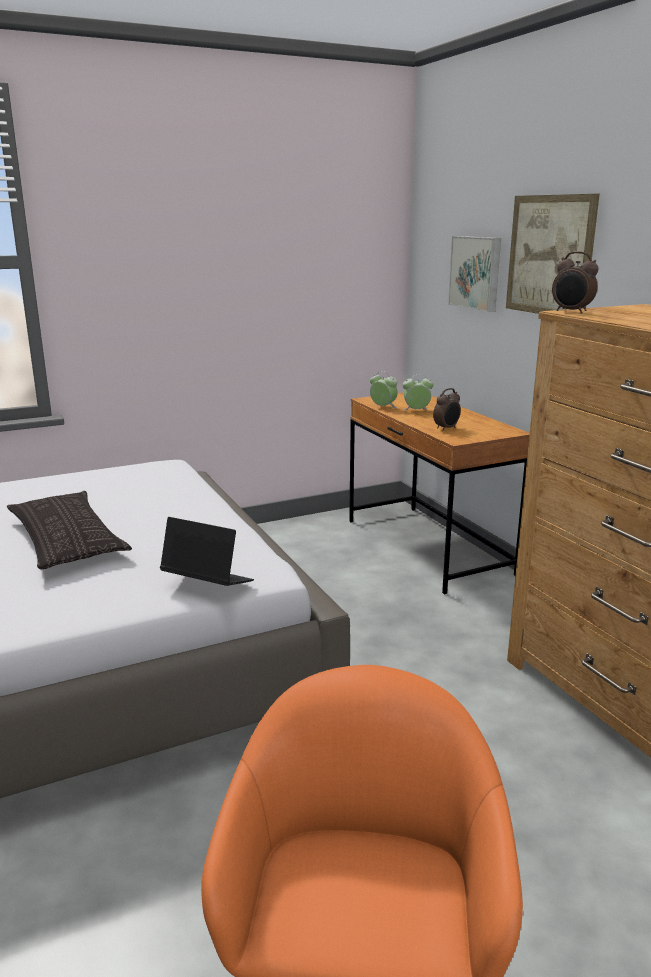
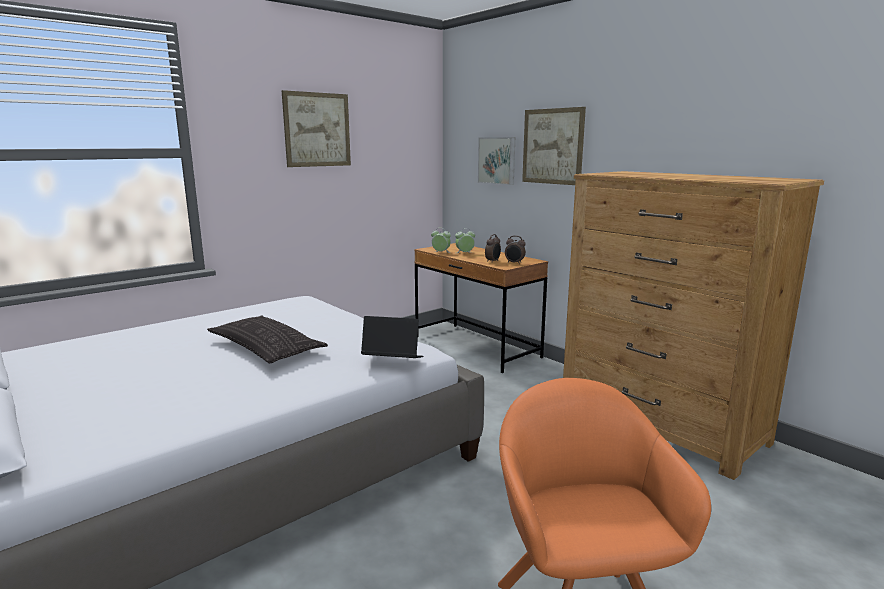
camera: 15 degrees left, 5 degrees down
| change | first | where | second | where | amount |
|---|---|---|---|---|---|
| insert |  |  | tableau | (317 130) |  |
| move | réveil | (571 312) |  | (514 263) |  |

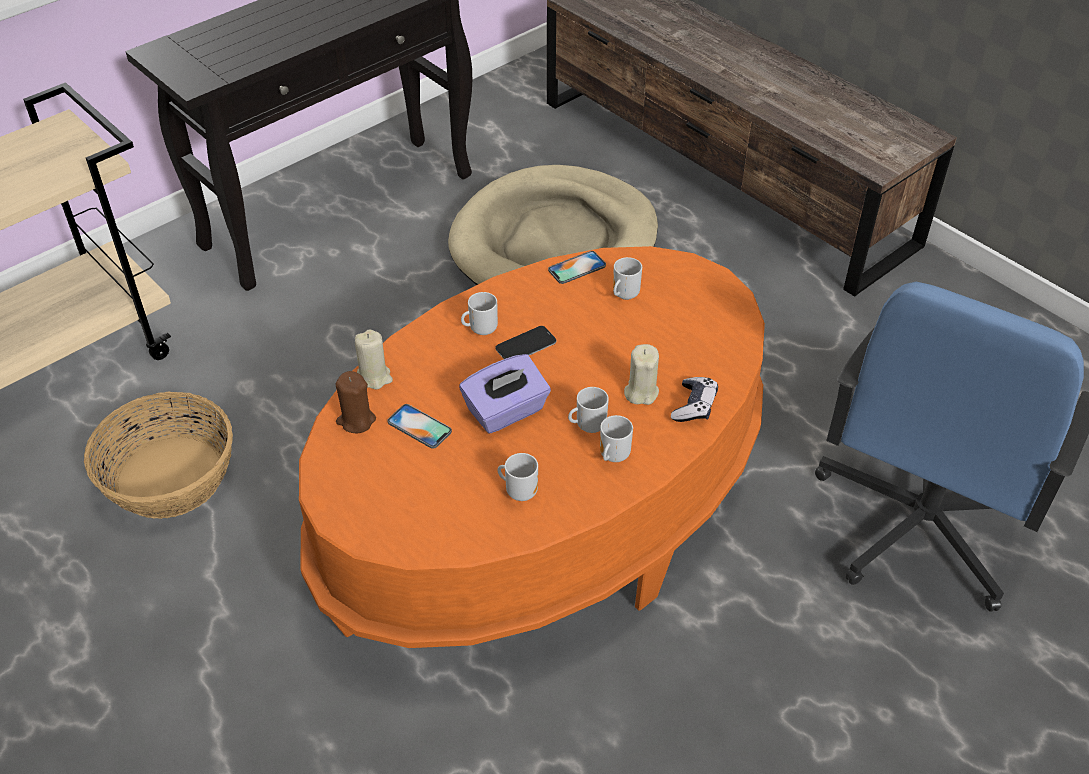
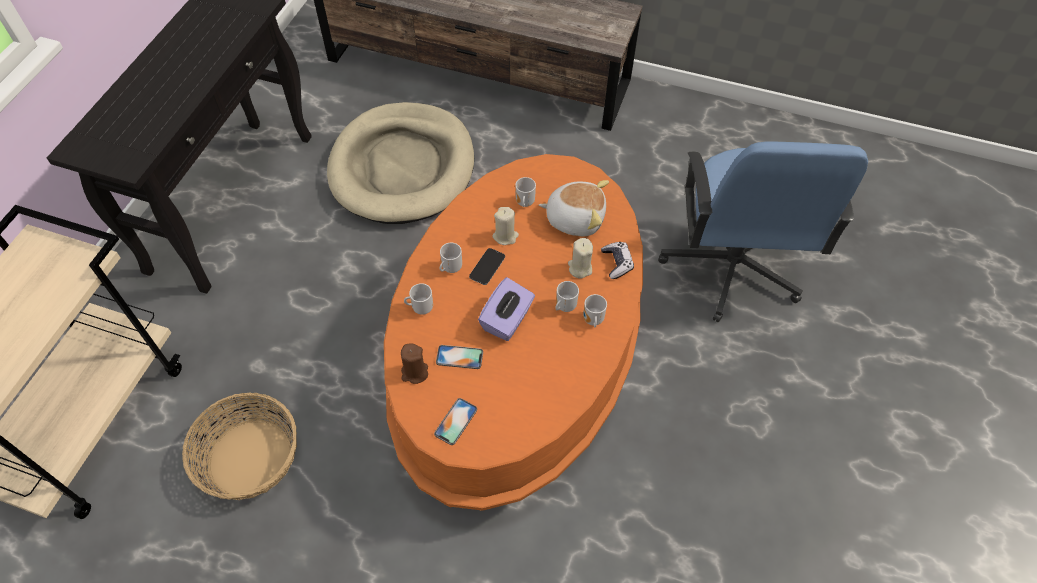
camera: 30 degrees left, 10 degrees up
| change | first | where | second | where | amount |
|---|---|---|---|---|---|
| move | mug | (520 491) |  | (421 307) |  |
| move | téléphone | (577 268) |  | (456 421) |  |
| move | bougie [beige] | (374 377) |  | (505 236) |  |
| insert |  |  | peluche | (575 218) |  |

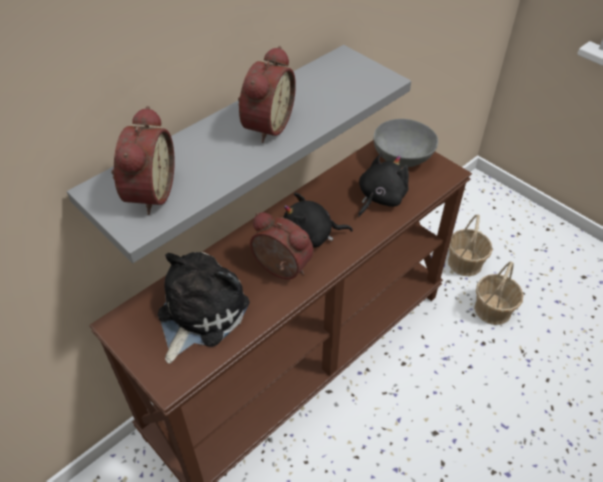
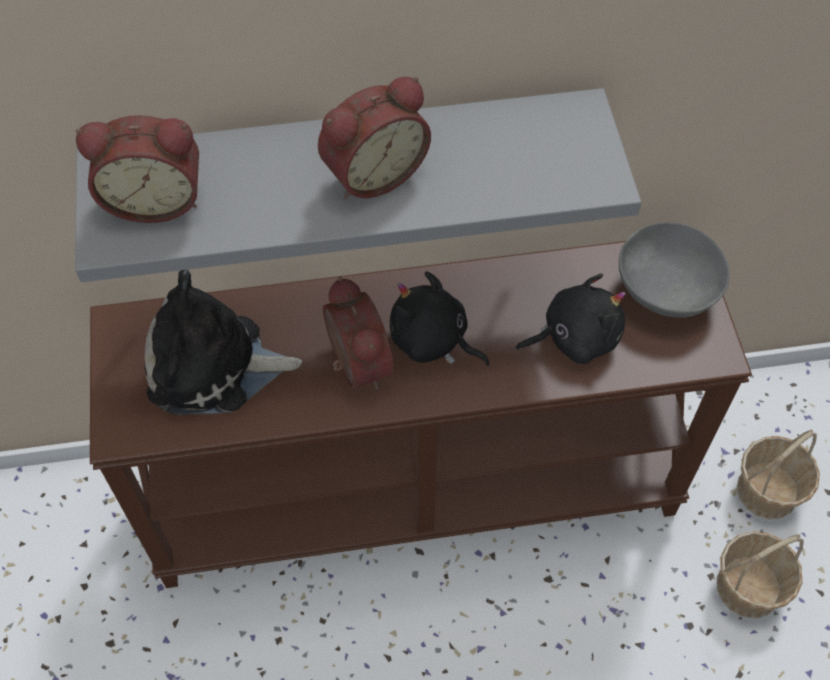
camera: 35 degrees right, 10 degrees up
| change | first | where | second | where | amount |
|---|---|---|---|---|---|
| rotate | réveil | (147 193) |  | (155 198) | 45 degrees clockwise |
| rotate | peluche | (199 314) |  | (214 366) | 150 degrees counterclockwise |

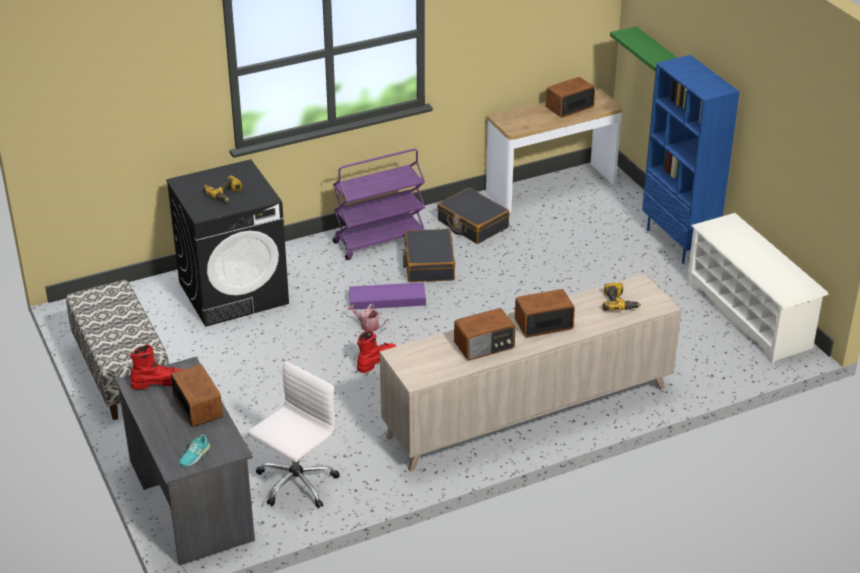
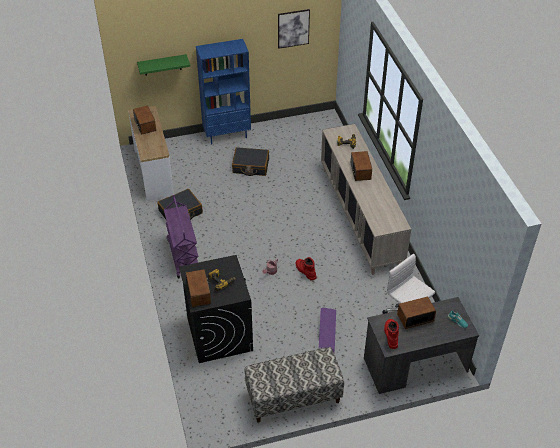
camera: 80 degrees left, 10 degrees up
| change | first | where | second | where | amount |
|---|---|---|---|---|---|
| move | radio | (485 346) |  | (199 293) |  |
| move | valise [noir] | (428 264) |  | (250 166) |  |
| insert |  |  | tableau | (293 28) |  |
| move | boîte de rangement [violet] | (387 300) |  | (327 332) |  |
| delete | étagère à chaussures [blanc] | (749 315) |  |  |  |

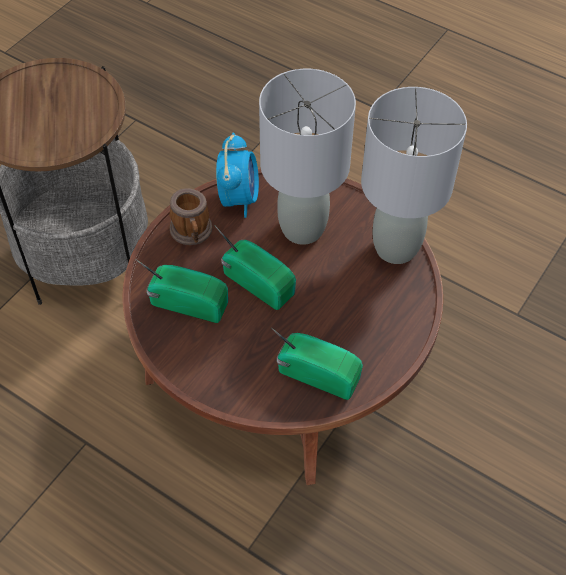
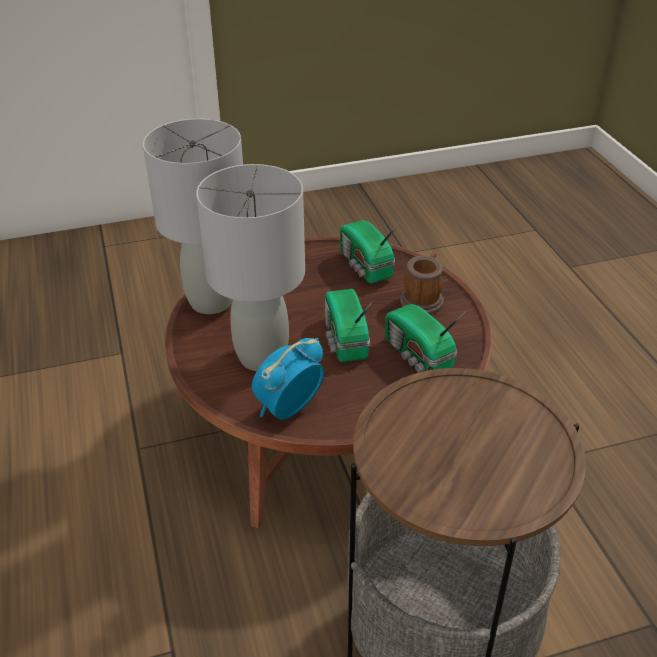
camera: 140 degrees left, 15 degrees down
| change | first | where | second | where | amount |
|---|---|---|---|---|---|
| move | mug | (192 233) |  | (423 299) |  |

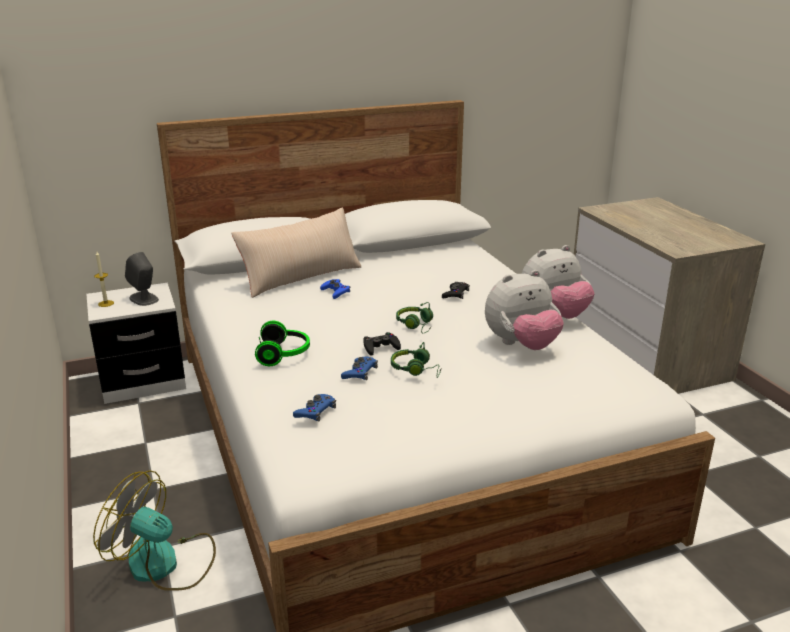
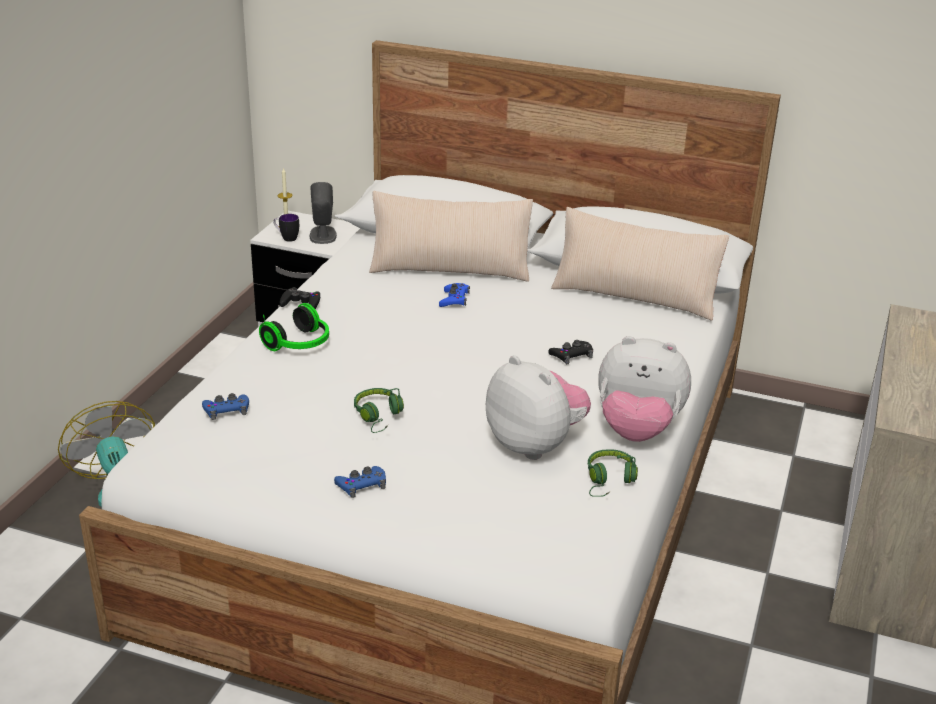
camera: 40 degrees right, 5 degrees up
| change | first | where | second | where | amount |
|---|---|---|---|---|---|
| insert |  |  | mug | (286 238) |  |
| move | manette [noir] | (380 347) |  | (301 304) |  |
| move | manette [bleu] | (360 373) |  | (361 485) |  |
| rotate | peluche | (521 345) |  | (535 445) | 150 degrees counterclockwise |
| insert |  |  | coussin [beige] | (634 295) |  |
| move | casque audio [vert] | (416 325) |  | (609 480) |  |

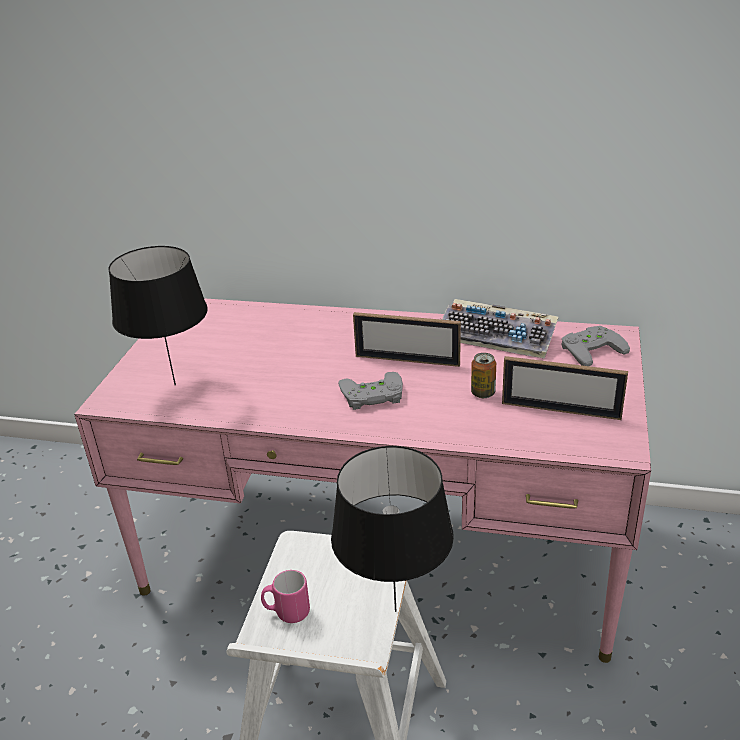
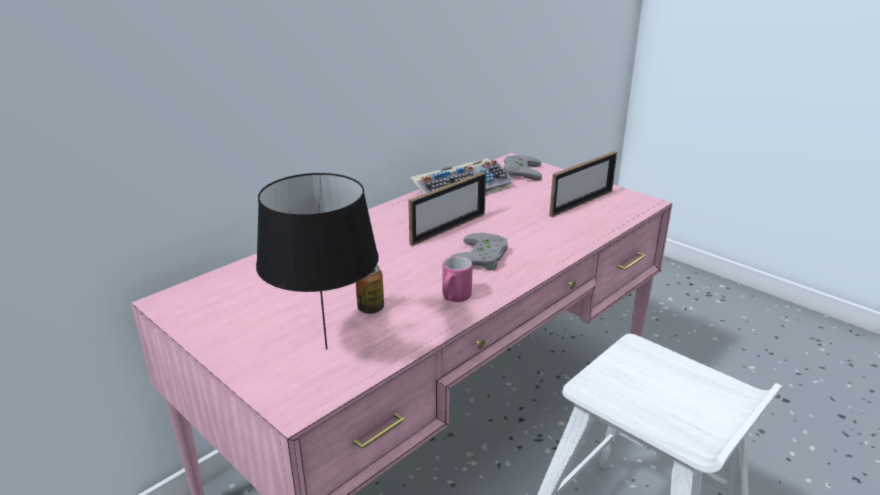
camera: 60 degrees left, 5 degrees down
| change | first | where | second | where | amount |
|---|---|---|---|---|---|
| move | boîte métallique | (483 393) |  | (370 308) |  |
| move | mug [rose] | (287 612) |  | (454 298) |  |
| delete | lampe de table [noir] | (394 610) |  |  |  |

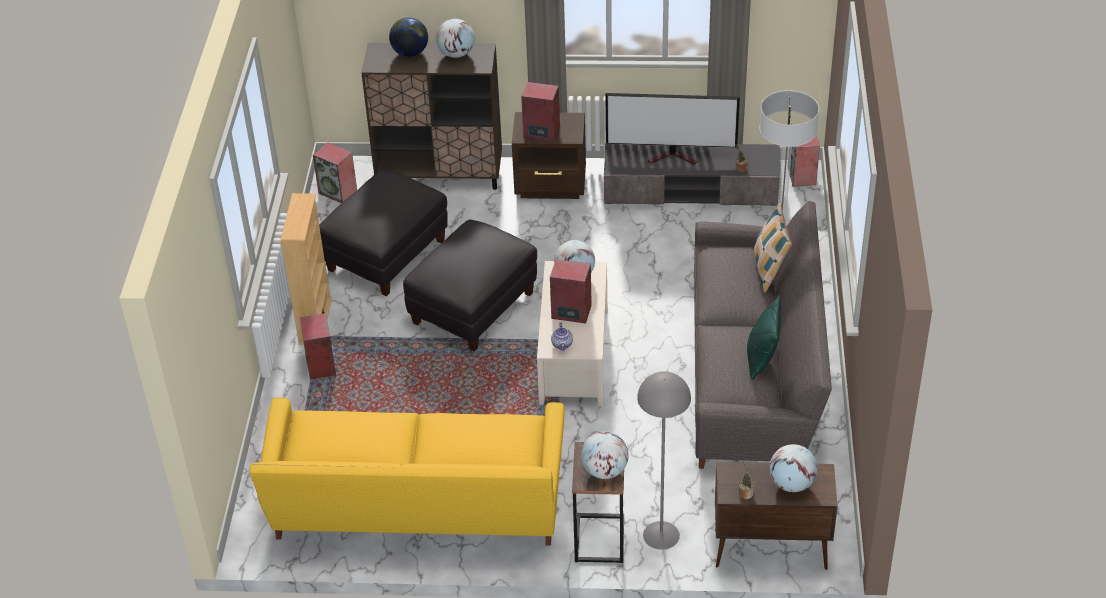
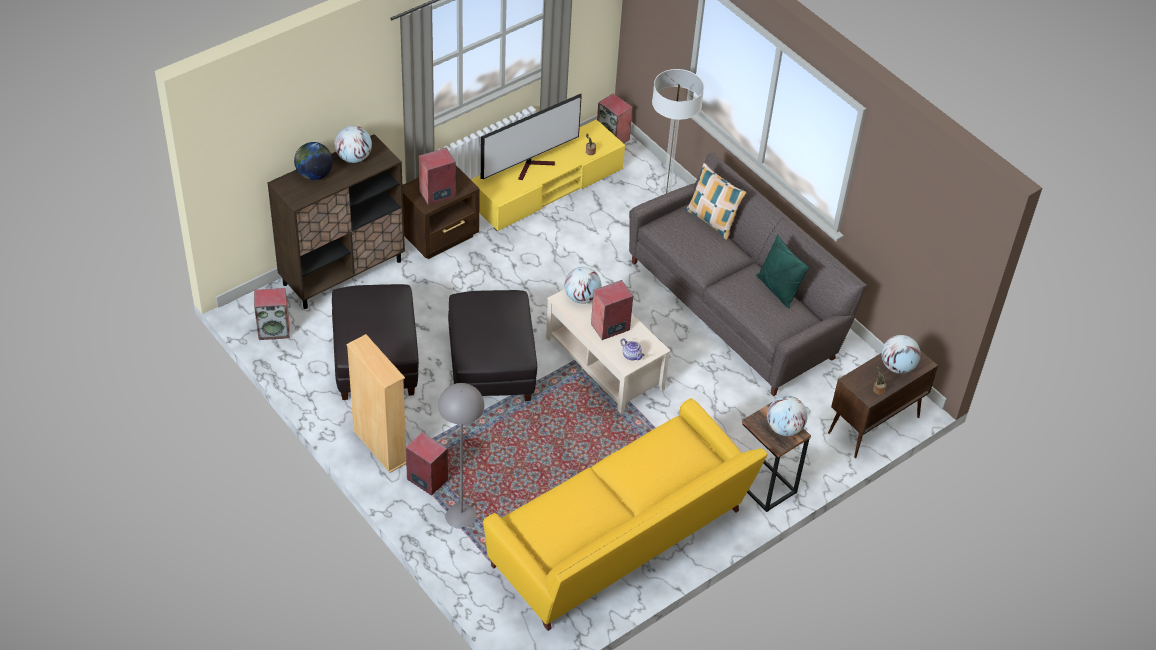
camera: 45 degrees left, 5 degrees up
| change | first | where | second | where | amount |
|---|---|---|---|---|---|
| move | lampadaire [gris] | (660 535) |  | (461 515) |  |
| recolor | meuble télé [gris] | (691 190) | meuble télé [jaune] | (547 187) |  |

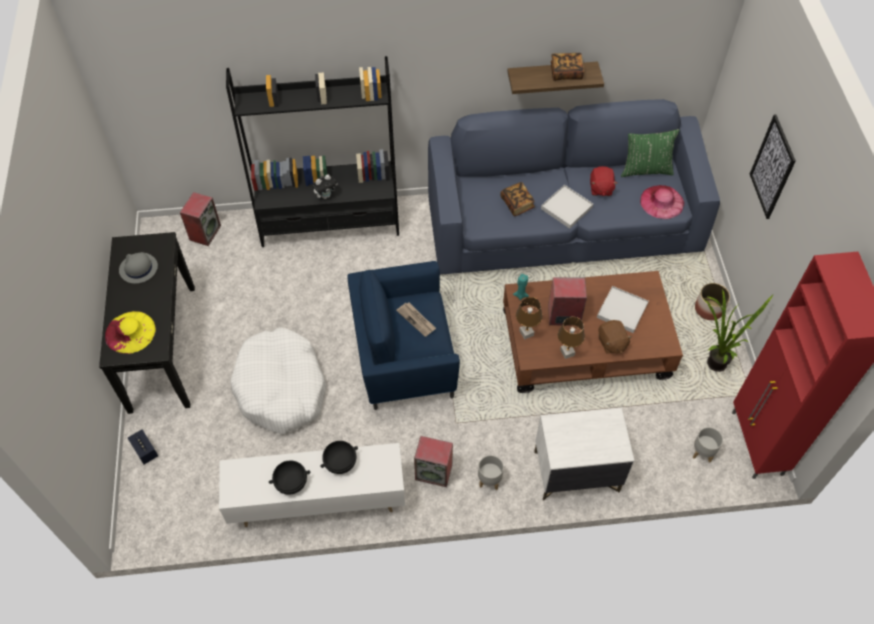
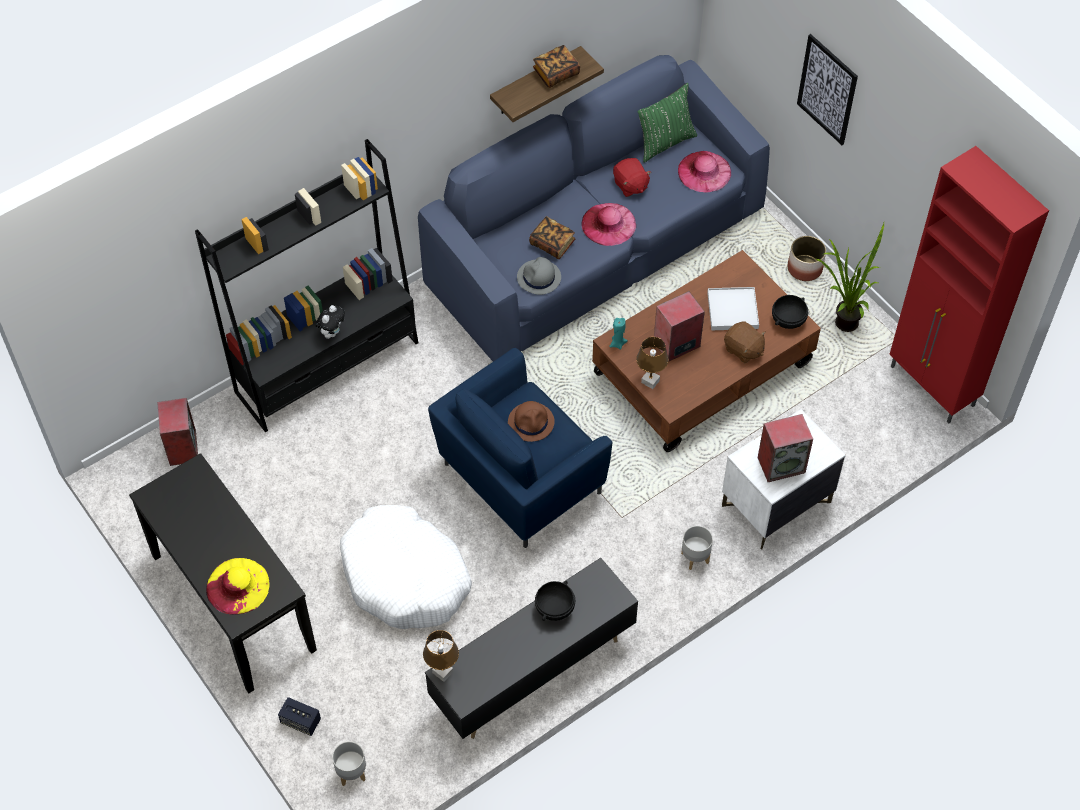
camera: 30 degrees left, 0 degrees up
| change | first | where | second | where | amount |
|---|---|---|---|---|---|
| move | cache-pot [gris] | (703 452) |  | (352 772) |  |
| move | lampe de table [marron] | (567 352) |  | (442 672) |  |
| recolor | meuble télé [blanc] | (317 502) | meuble télé [noir] | (532 673) |  |
| replace | journal | (416 320) | chapeau [marron] | (531 422) |  |
| move | chapeau [gris] | (138 268) |  | (539 278) |  |
| replace | plateau [blanc] | (566 208) | chapeau [rose] | (608 224) |  |
| move | enceinte | (434 472) |  | (781 464) |  |
| move | bol [noir] | (291 483) |  | (788 320) |  |

